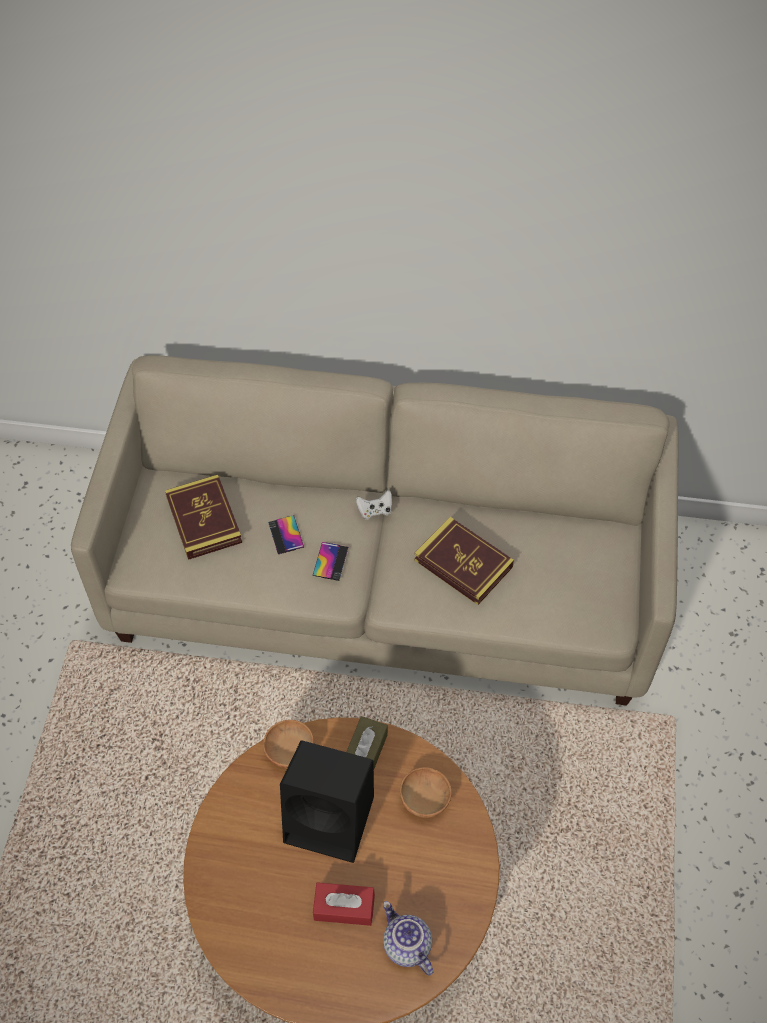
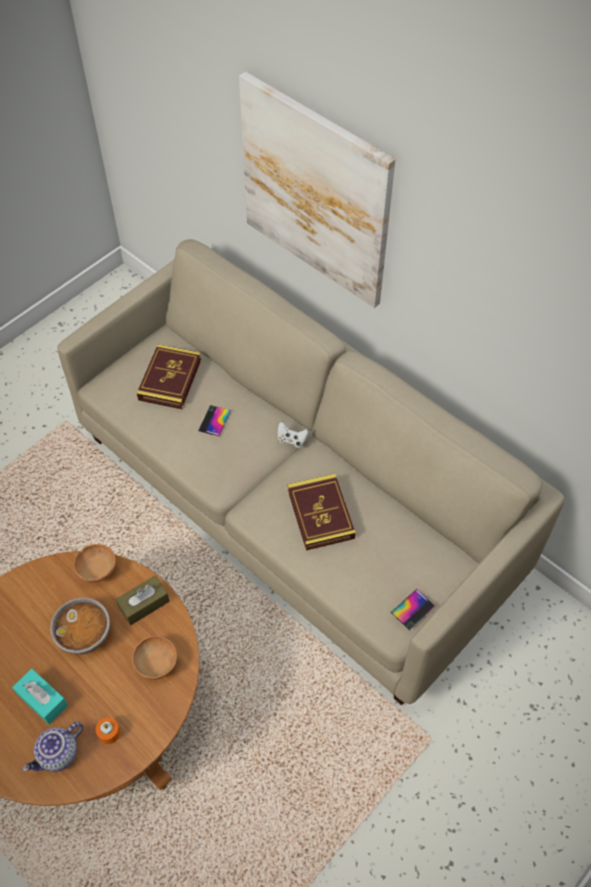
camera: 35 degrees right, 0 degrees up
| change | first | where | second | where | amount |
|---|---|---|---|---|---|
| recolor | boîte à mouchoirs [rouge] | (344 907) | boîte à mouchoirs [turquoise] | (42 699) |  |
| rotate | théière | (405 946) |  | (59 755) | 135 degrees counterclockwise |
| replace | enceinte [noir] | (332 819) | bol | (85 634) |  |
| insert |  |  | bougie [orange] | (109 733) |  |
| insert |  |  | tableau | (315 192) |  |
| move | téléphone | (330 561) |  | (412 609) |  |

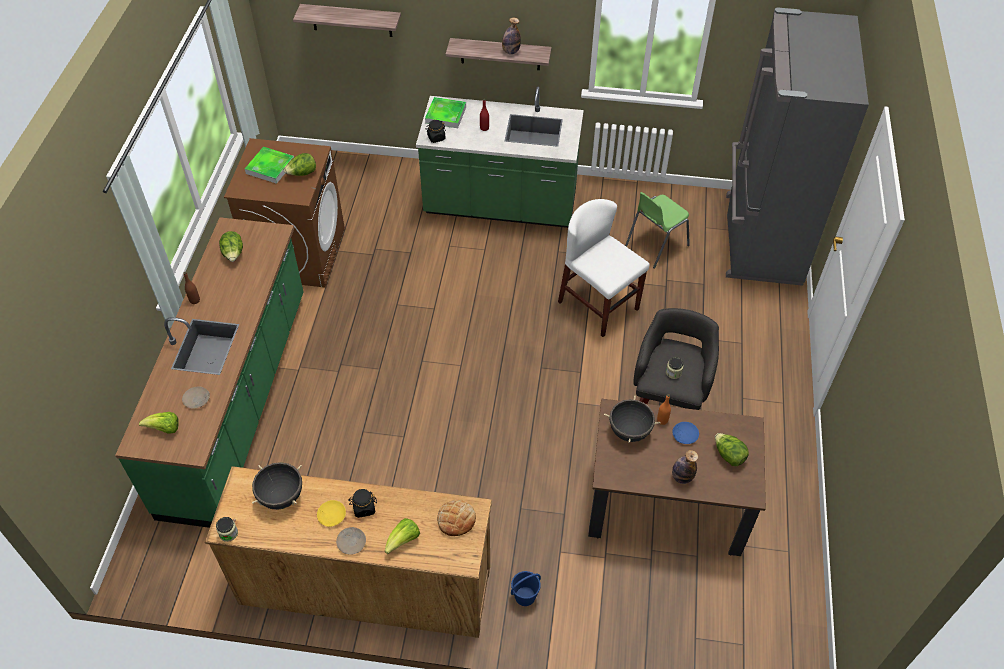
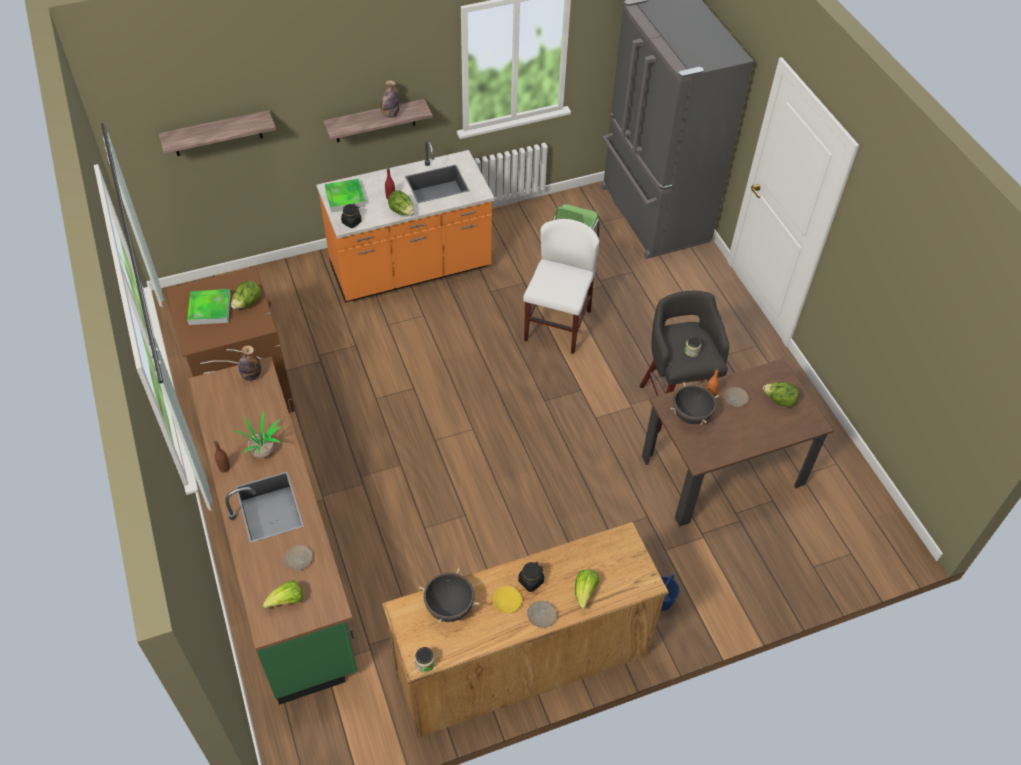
camera: 30 degrees left, 0 degrees up
| change | first | where | second | where | amount |
|---|---|---|---|---|---|
| insert |  |  | plante en pot | (263 451) |  |
| move | bouteille | (682 477) |  | (251 376) |  |
| recolor | comptoir de cuisine [vert] | (500 205) | comptoir de cuisine [orange] | (411 269) |  |
| move | laitue | (233 254) |  | (402 212) |  |
| rotate | chaise [blanc] | (598 305) |  | (557 325) | 90 degrees clockwise |
| recolor | assiette [bleu] | (684 435) | assiette [beige] | (735 399) |  |
| delete | pain | (456 519) |  |  |  |

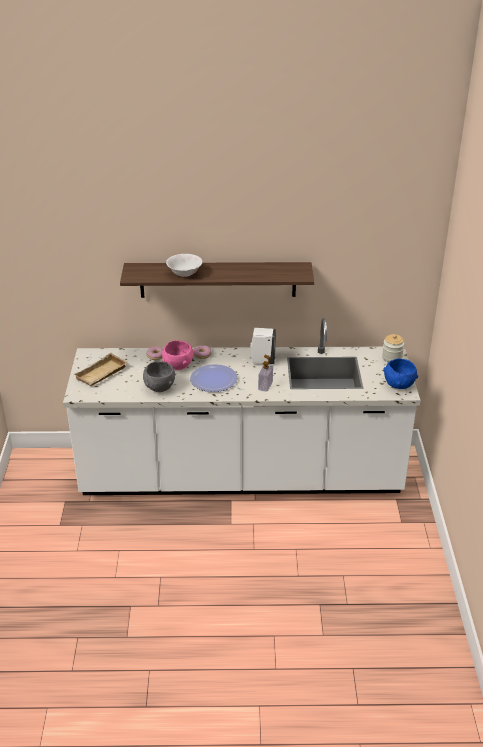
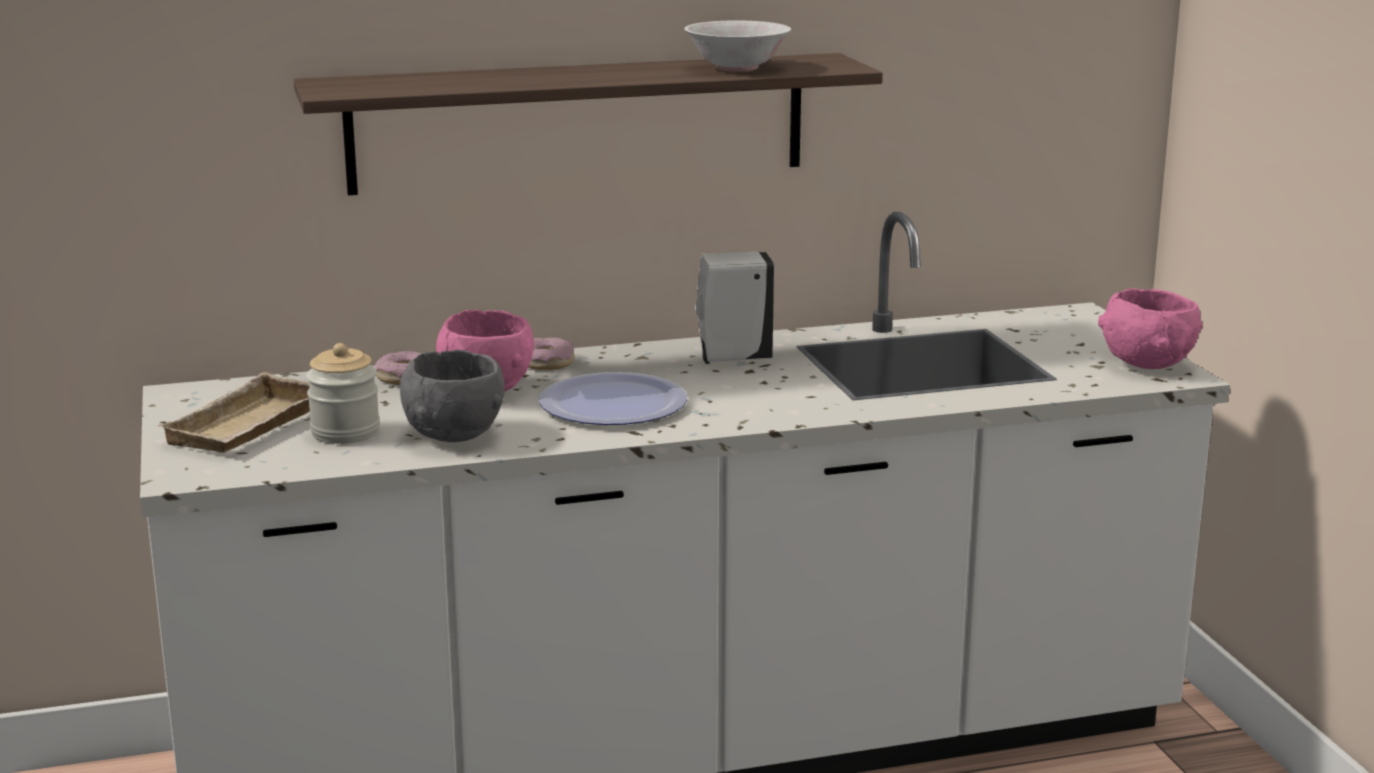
camera: 15 degrees left, 15 degrees down
| change | first | where | second | where | amount |
|---|---|---|---|---|---|
| move | bocal | (392 358) |  | (345 432) |  |
| move | bol [blanc] | (184 273) |  | (736 67) |  |
| recolor | bol [bleu] | (399 385) | bol [rose] | (1147 365) |  |
| delete | distributeur de savon | (265 386) |  |  |  |

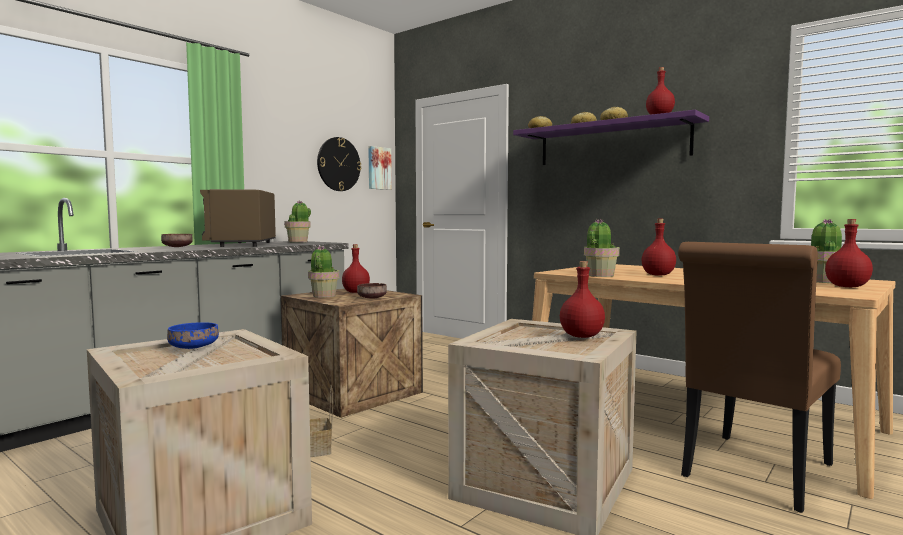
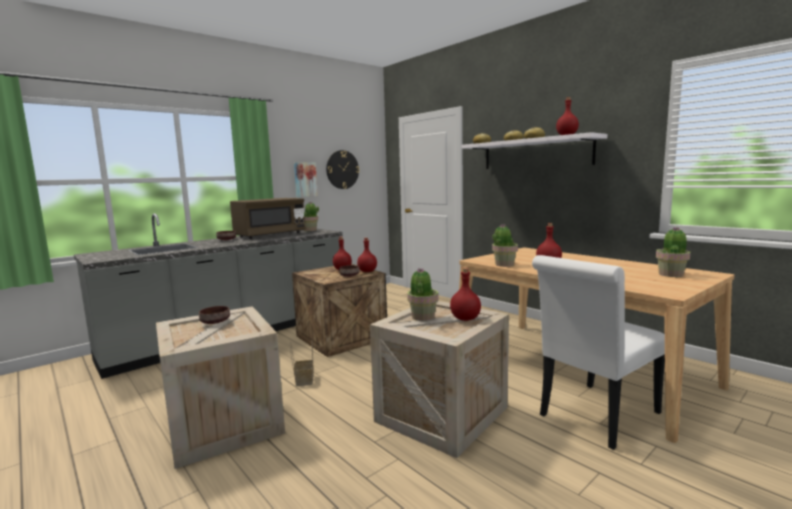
camera: 10 degrees right, 5 degrees up
| change | first | where | second | where | amount |
|---|---|---|---|---|---|
| recolor | bol [bleu] | (193 347) | bol [marron] | (215 322) |  |
| rotate | micro-ondes [marron] | (242 244) |  | (270 235) | 135 degrees counterclockwise |
| move | tableau | (378 168) |  | (305 179) |  |
| move | bouteille [rouge] | (846 287) |  | (367 271) |  |
| move | plante en pot | (323 296) |  | (422 317) |  |
| recolor | étagère [violet] | (612 143) | étagère [blanc] | (535 153) |  |
| recolor | chaise [marron] | (754 474) | chaise [blanc] | (595 417) |  |

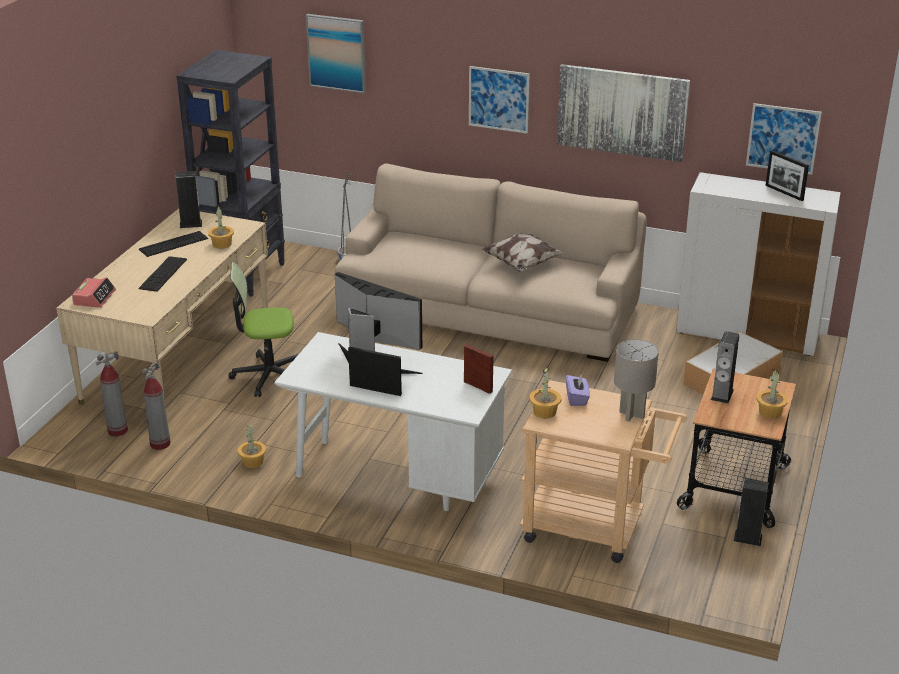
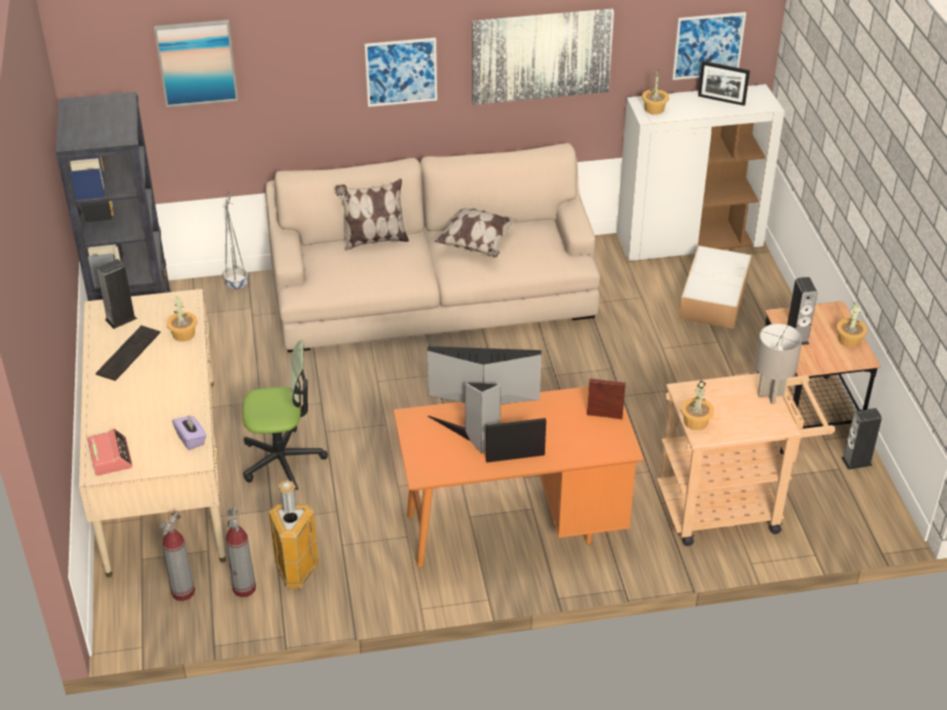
camera: 30 degrees left, 10 degrees up
| change | first | where | second | where | amount |
|---|---|---|---|---|---|
| move | boîte à mouchoirs [violet] | (577 398) |  | (191 439) |  |
| rotate | chaise de bureau | (268 376) |  | (282 460) | 150 degrees counterclockwise |
| insert |  |  | poubelle | (296 572) |  |
| insert |  |  | coussin | (374 240) |  |
| recolor | bureau [blanc] | (396 478) | bureau [orange] | (513 527) |  |
| move | plante en pot | (253 462) |  | (654 109) |  |
| delete | clavier | (163 274) |  |  |  |

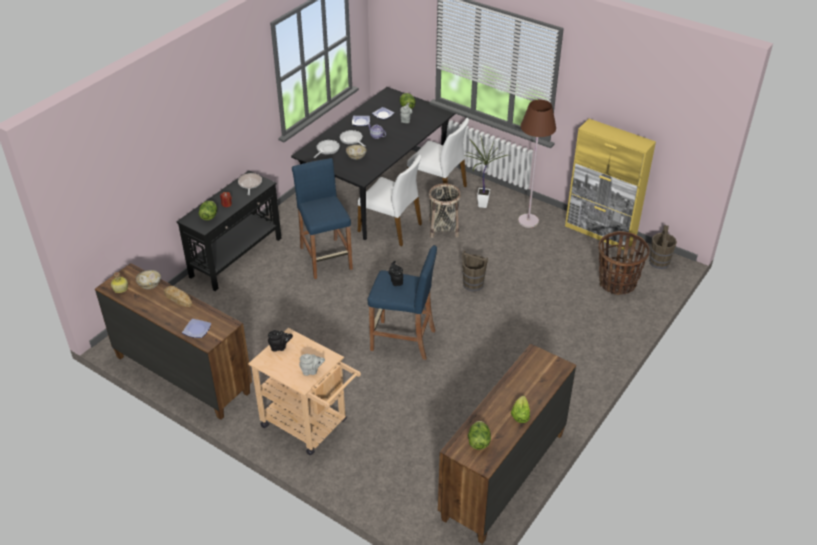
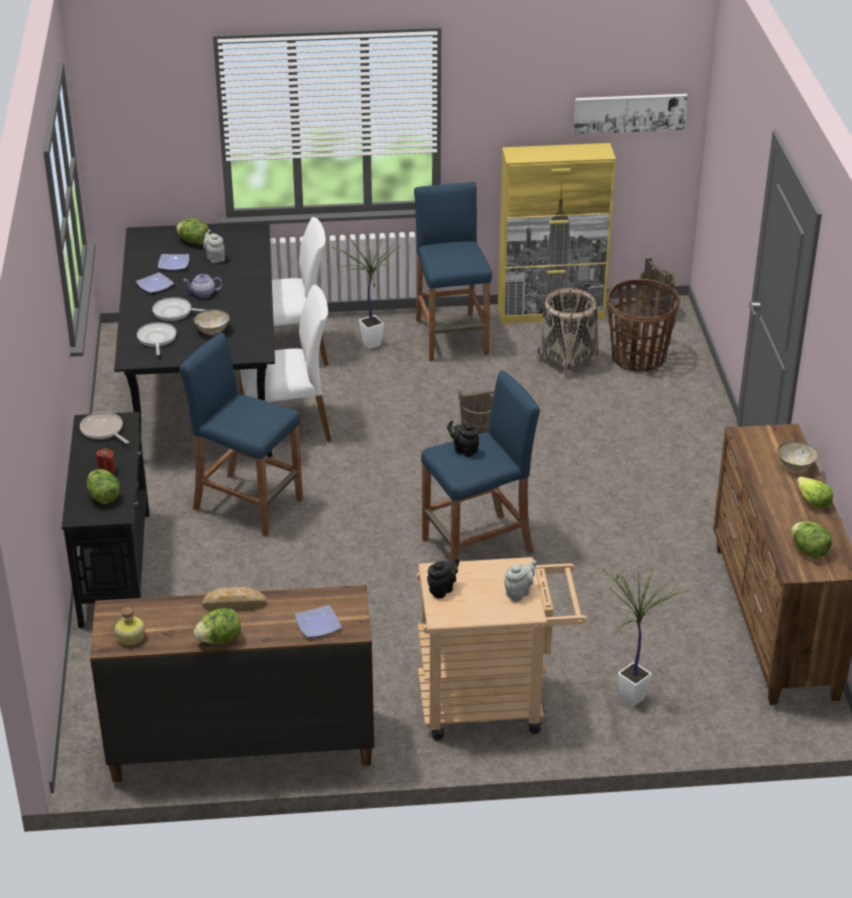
camera: 40 degrees left, 5 degrees down
| change | first | where | second | where | amount |
|---|---|---|---|---|---|
| insert |  |  | laitue | (219 639) |  |
| replace | lampadaire [marron] | (528 221) | tabouret [bleu] | (451 337) |  |
| move | panier | (443 228) |  | (567 361) |  |
| insert |  |  | tableau | (629 112) |  |
| insert |  |  | plante en pot | (630 695) |  |
| move | bol | (150 285) |  | (795 466) |  |

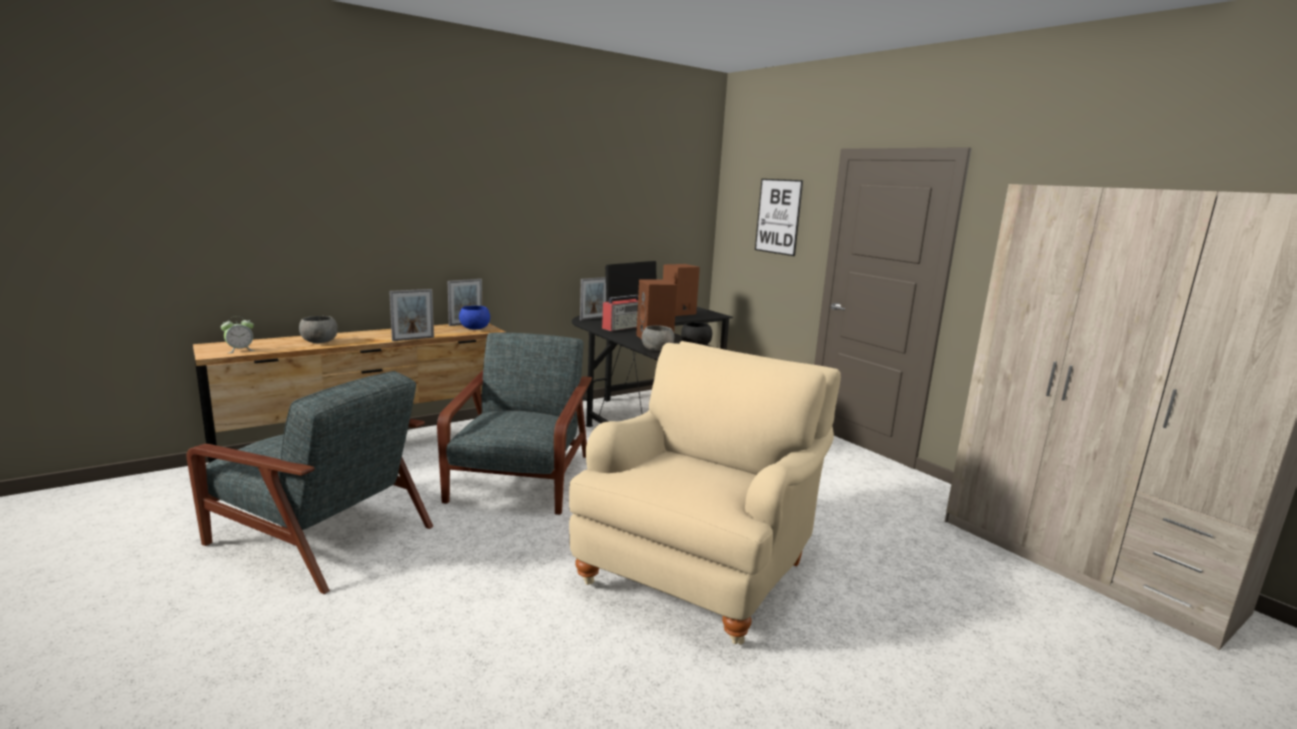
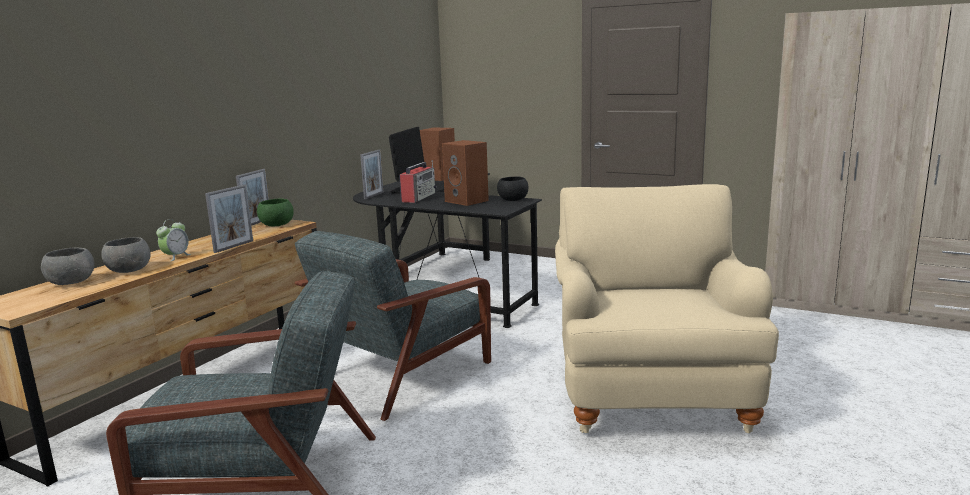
camera: 25 degrees left, 0 degrees up
| change | first | where | second | where | amount |
|---|---|---|---|---|---|
| move | bol [gris] | (657 350) |  | (71 282) |  |
| move | réveil | (240 350) |  | (175 257) |  |
| recolor | bol [bleu] | (475 328) | bol [vert] | (277 225) |  |
| rotate | fauteuil [gris] | (520 479) |  | (401 371) | 120 degrees counterclockwise |
| delete | tableau | (778 216) |  |  |  |

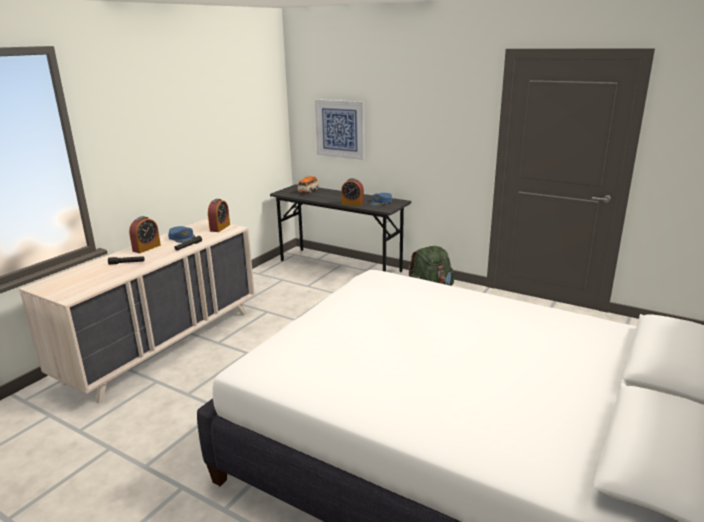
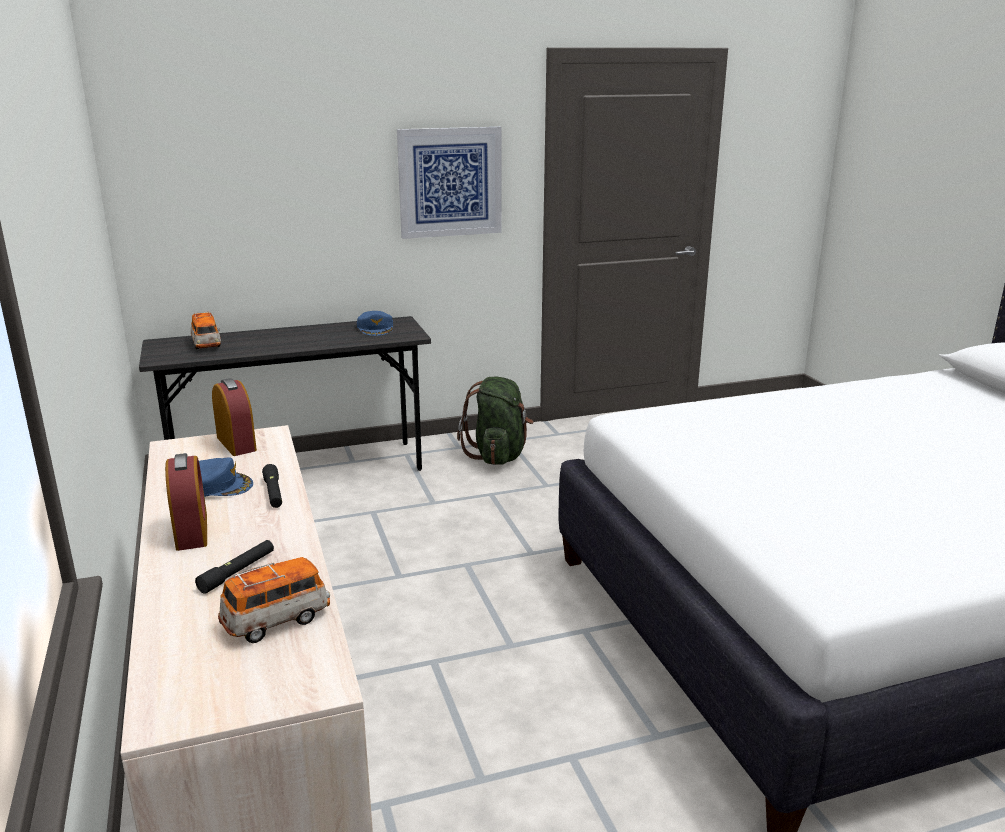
camera: 50 degrees left, 0 degrees up
| change | first | where | second | where | amount |
|---|---|---|---|---|---|
| insert |  |  | petite voiture | (277 620) |  |
| move | tableau | (340 129) |  | (450 182) |  |
| delete | réveil | (352 204) |  |  |  |

